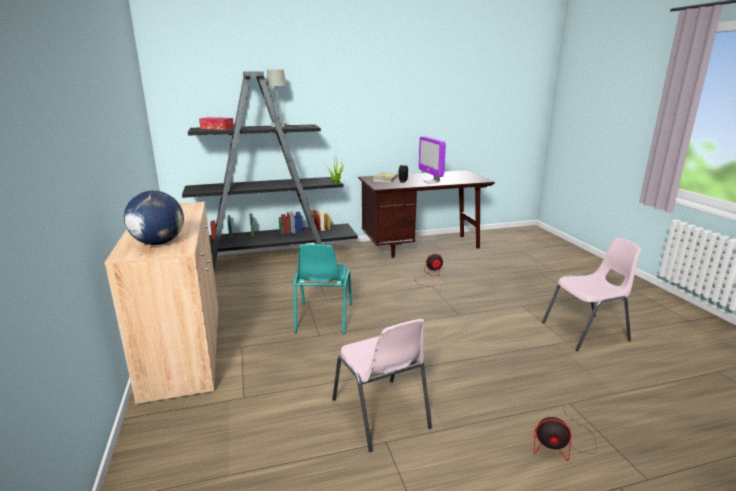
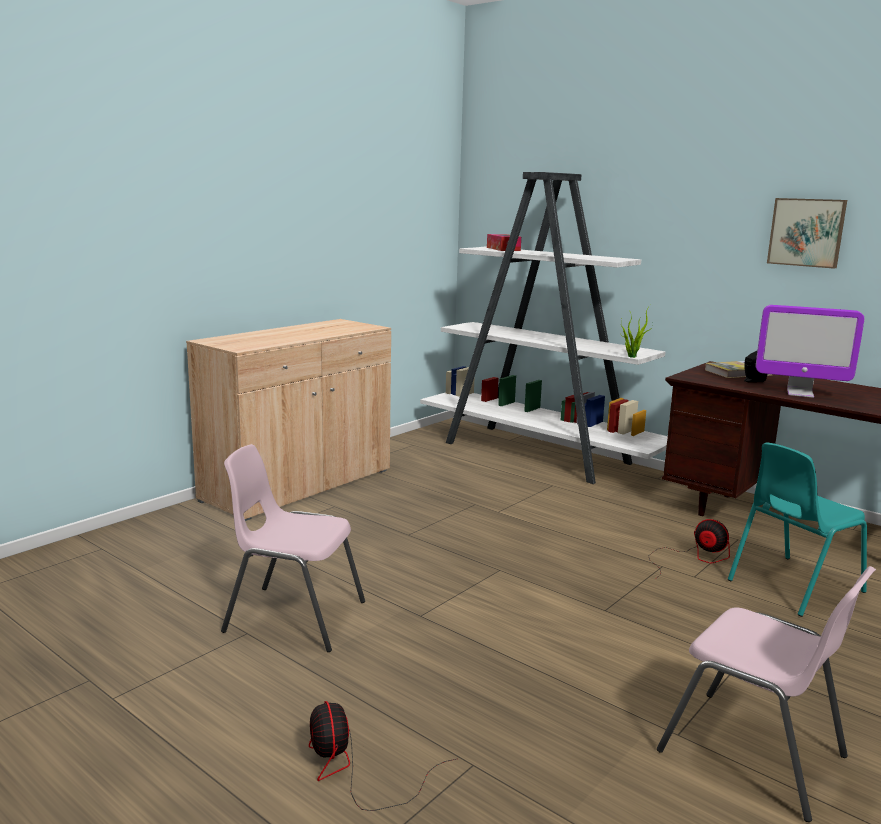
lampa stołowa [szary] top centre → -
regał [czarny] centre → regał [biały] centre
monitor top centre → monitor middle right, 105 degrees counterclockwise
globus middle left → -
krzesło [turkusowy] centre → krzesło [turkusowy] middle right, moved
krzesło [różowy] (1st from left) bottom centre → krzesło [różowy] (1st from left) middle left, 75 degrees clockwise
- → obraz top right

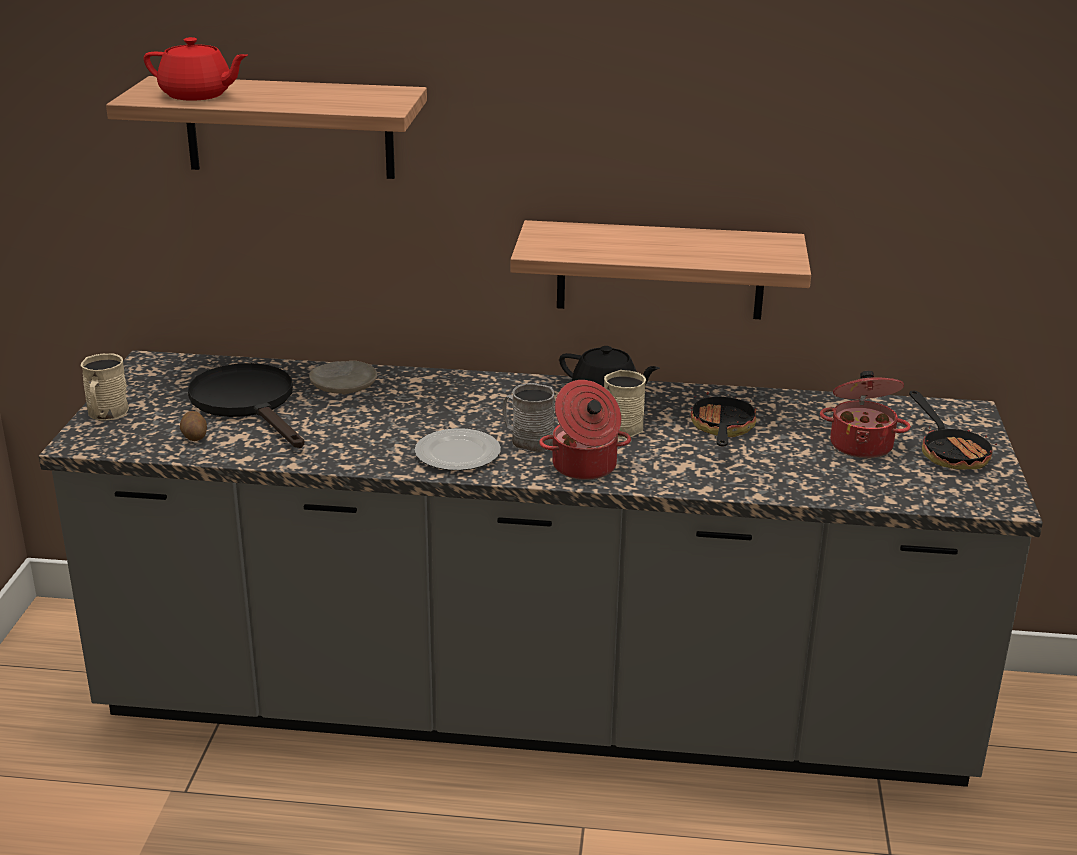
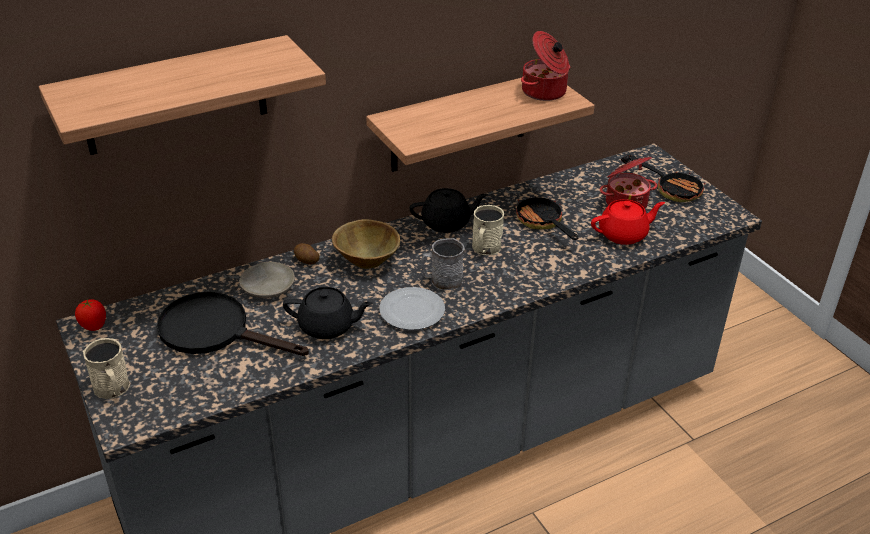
imbryk [czerwony] top left → imbryk [czerwony] middle right, moved
garnek (1st from left) centre → garnek (1st from left) top centre, moved
ziemniak middle left → ziemniak centre, moved
- → miska [brązowy] centre
- → imbryk [czarny] (1st from left) centre
- → pomidor middle left

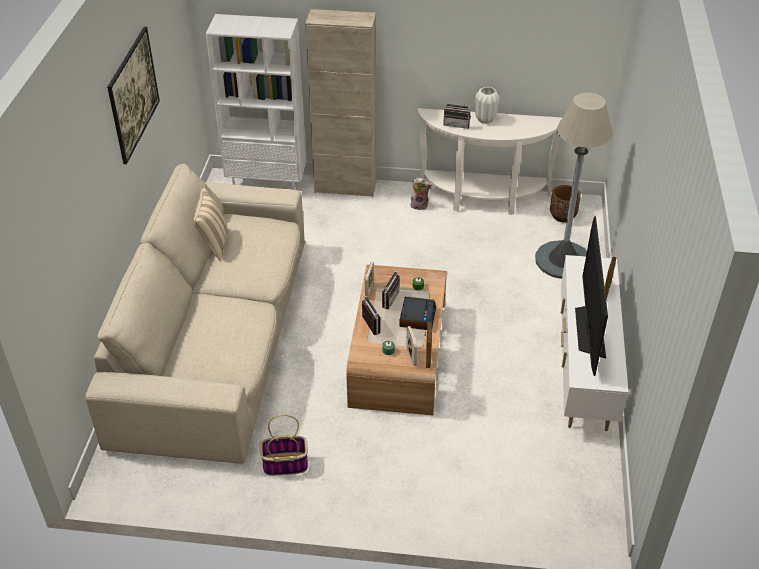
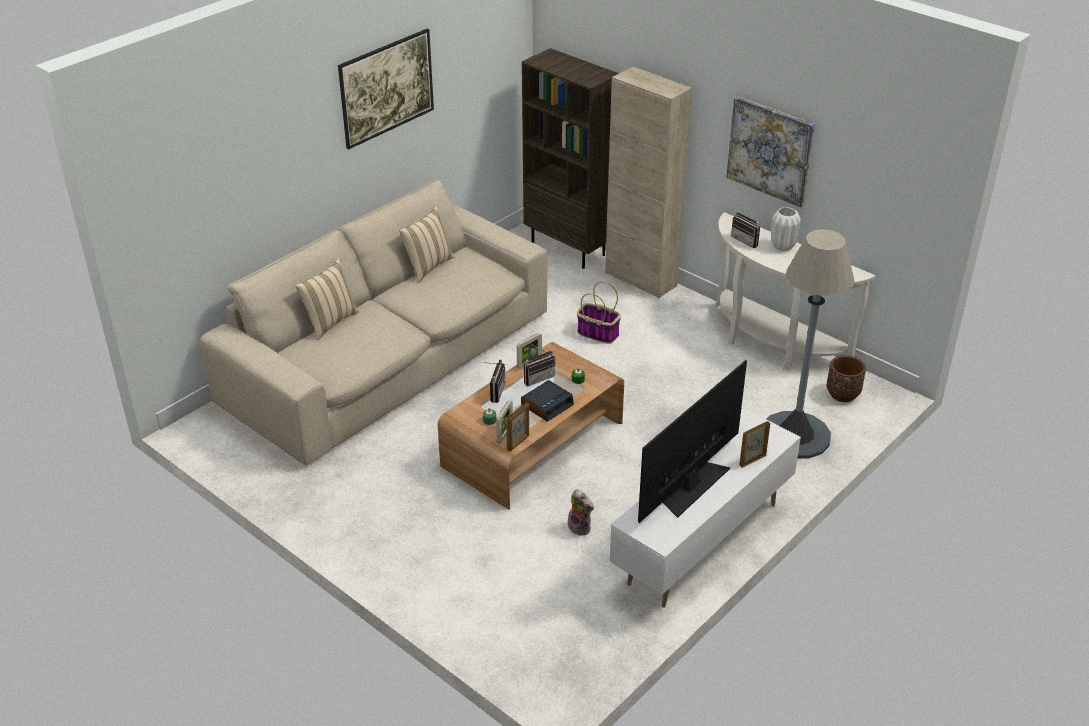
regał [biały] top centre → regał [brązowy] top centre
pluszak centre → pluszak bottom centre, moved
koszyk bottom centre → koszyk centre, moved
- → obraz (2nd from left) top right
- → poduszka [beżowy] (1st from left) middle left

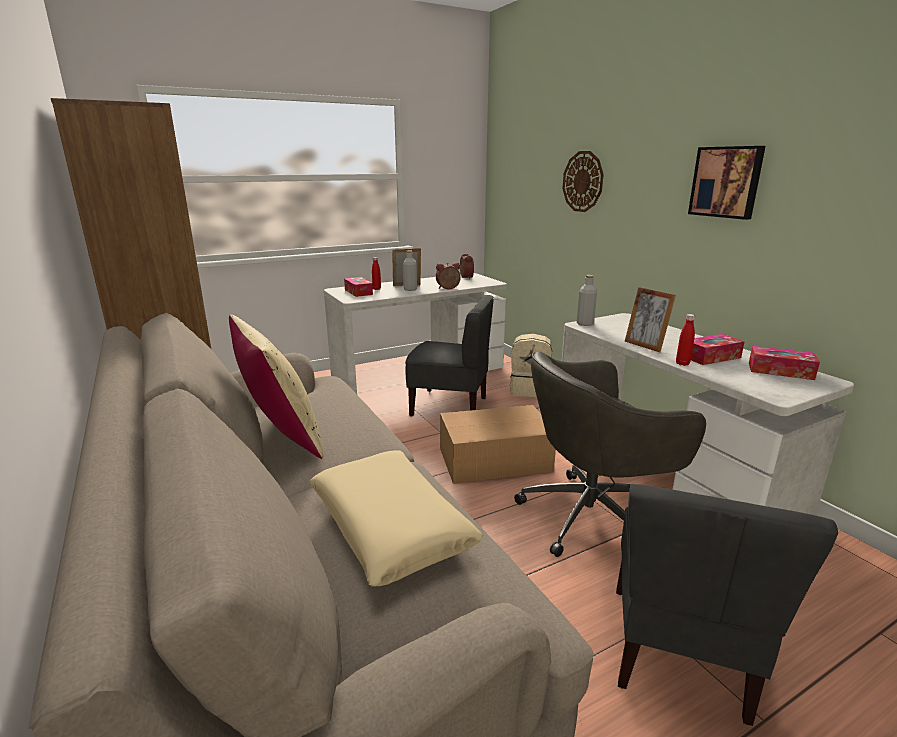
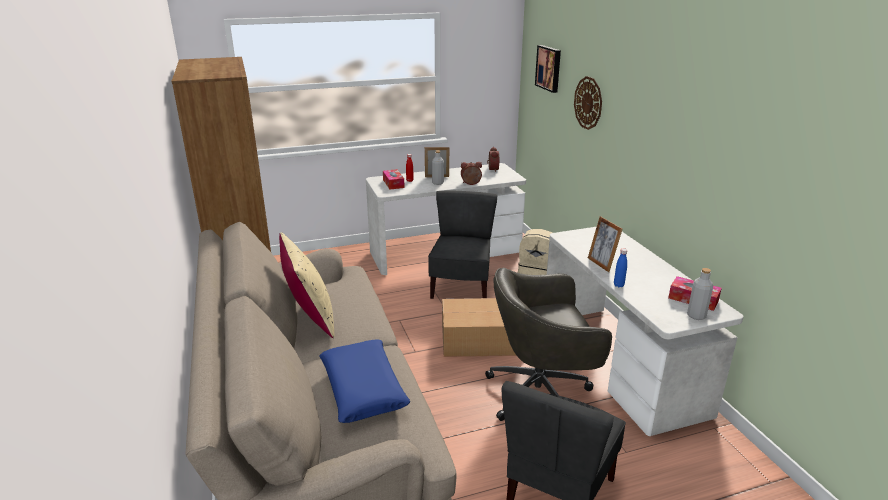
obraz top right → obraz top centre, moved
butelka [szary] (2nd from left) centre → butelka [szary] (2nd from left) middle right, moved
krzesło [szary] (1st from left) centre, 105 degrees counterclockwise
butelka [czerwony] (2nd from left) middle right → butelka [niebieski] middle right
pudełko chusteczek (2nd from left) middle right → -
poduszka [beżowy] (2nd from left) bottom centre → poduszka [niebieski] bottom centre

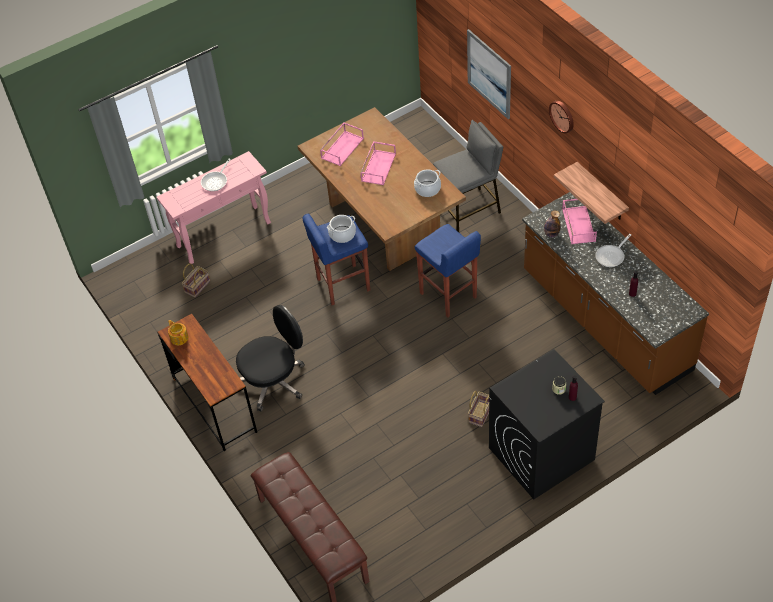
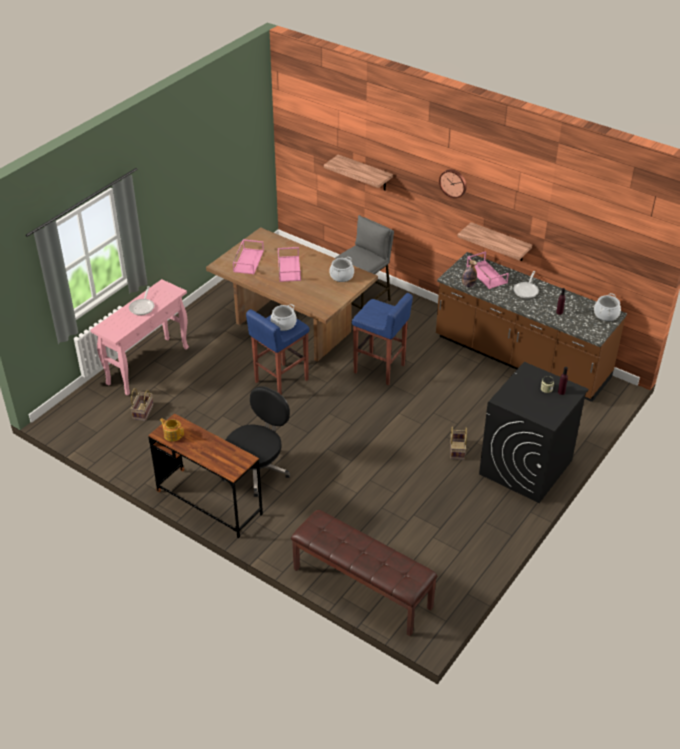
obraz top centre → półka (1st from left) top centre
- → garnek (3rd from left) middle right

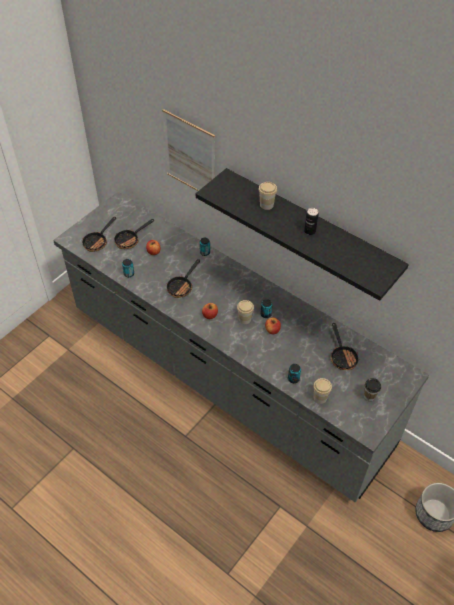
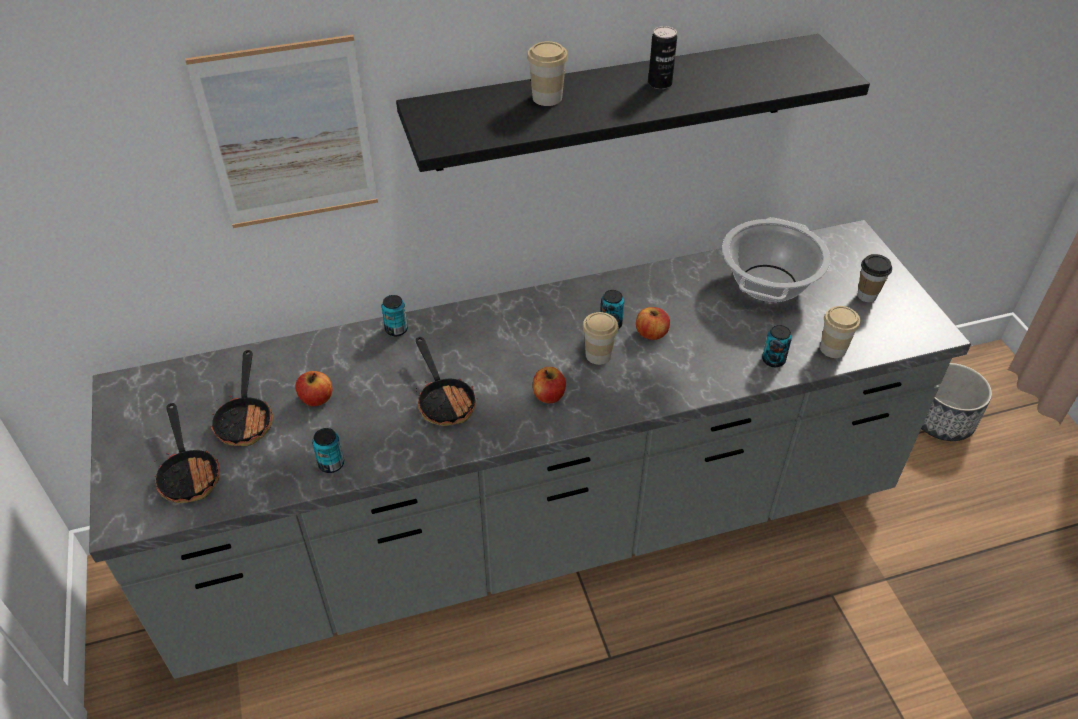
patelnia (4th from left) middle right → garnek middle right

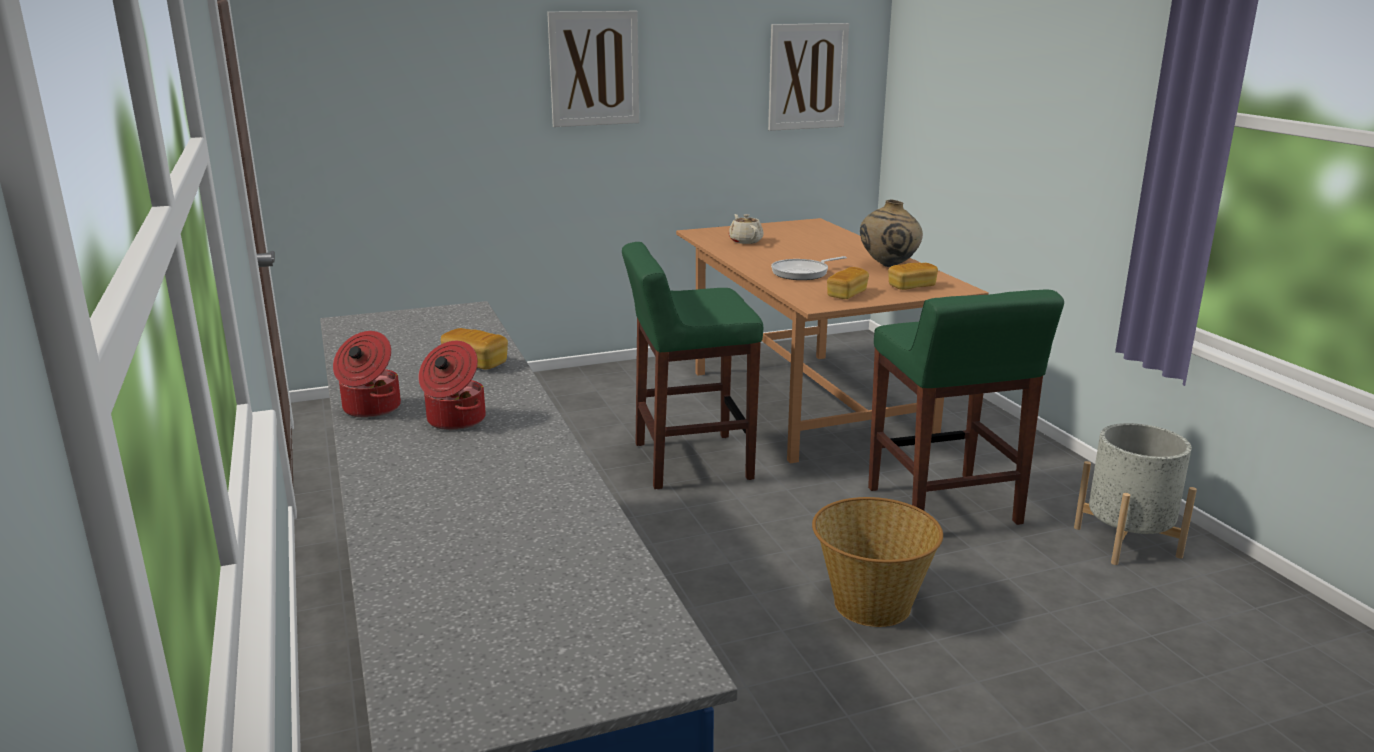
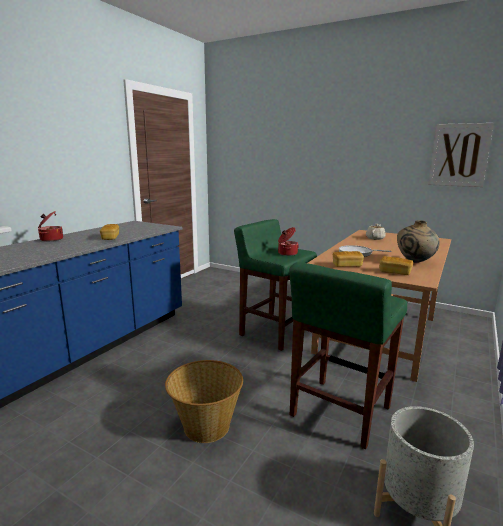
obraz (1st from left) top centre → -
garnek (2nd from left) middle left → garnek (2nd from left) centre, moved

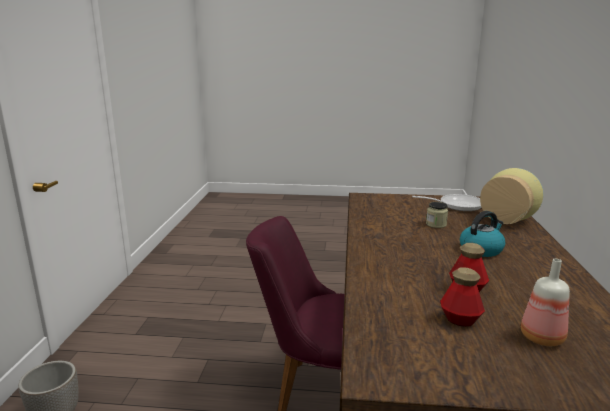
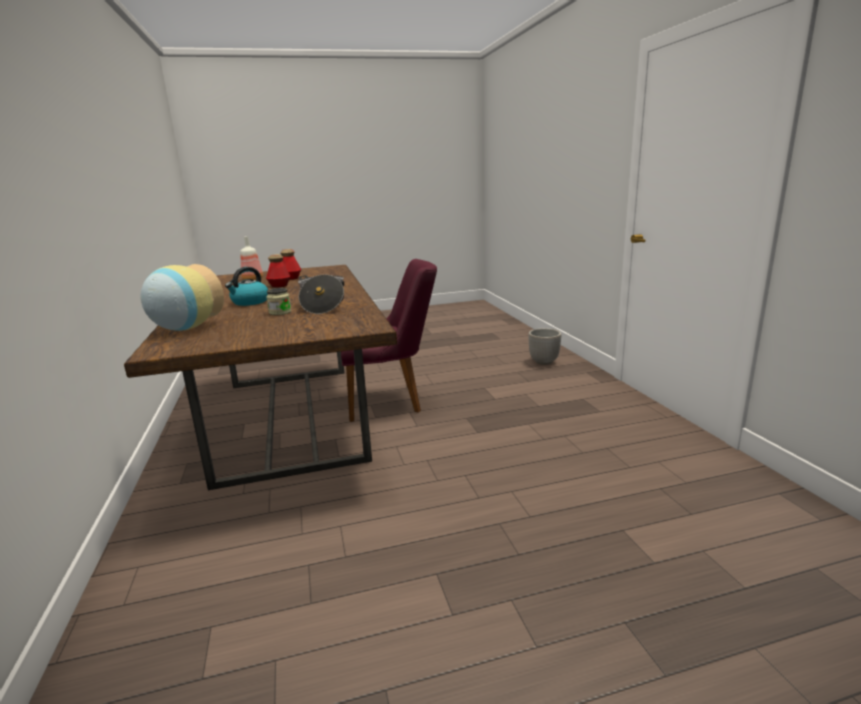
patelnia middle right → -
- → garnek centre

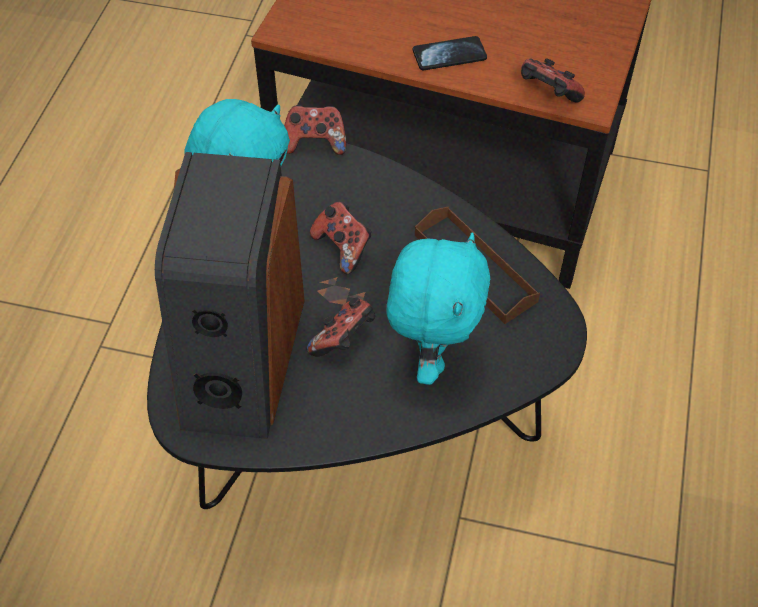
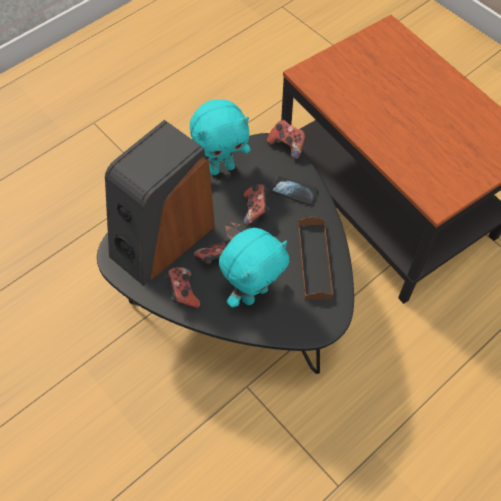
telefon top centre → telefon centre, moved
pad do gier (4th from left in the first image) top right → pad do gier (1st from left) centre, moved

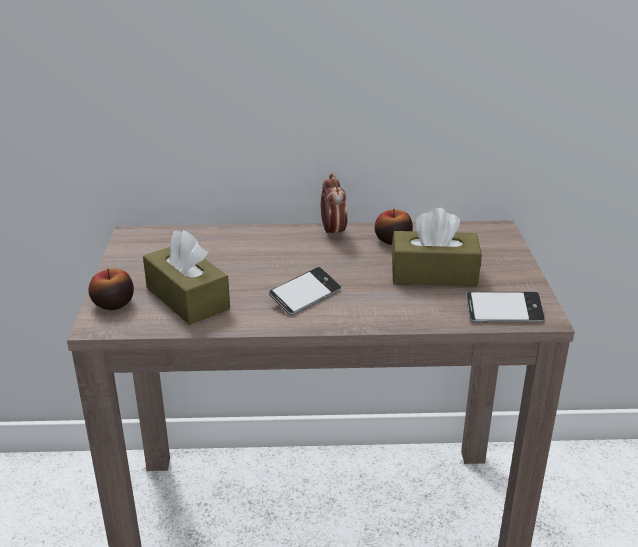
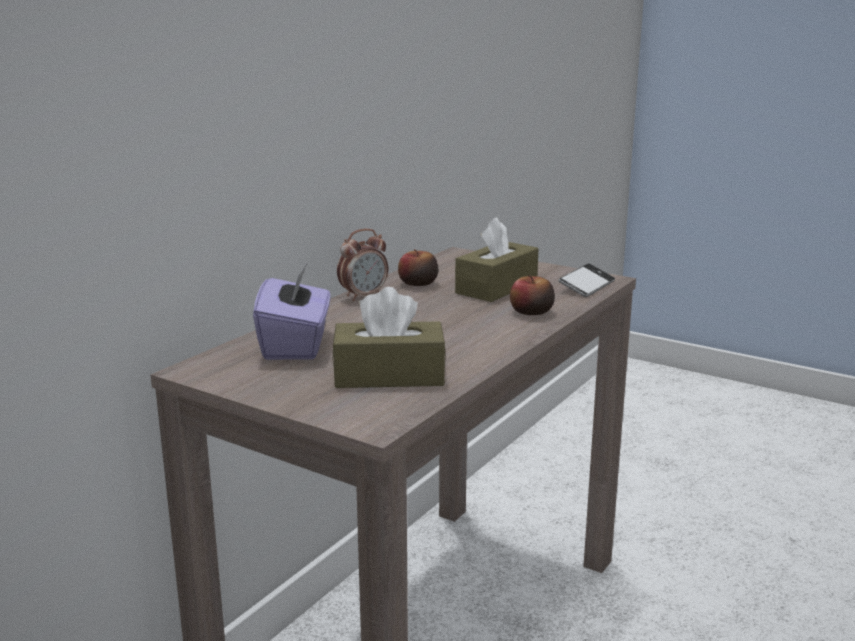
budzik centre, 120 degrees clockwise
telefon (1st from left) centre → -
jabłko (1st from left in the first image) middle left → jabłko (2nd from left) centre, moved
- → pudełko chusteczek [fioletowy] centre

